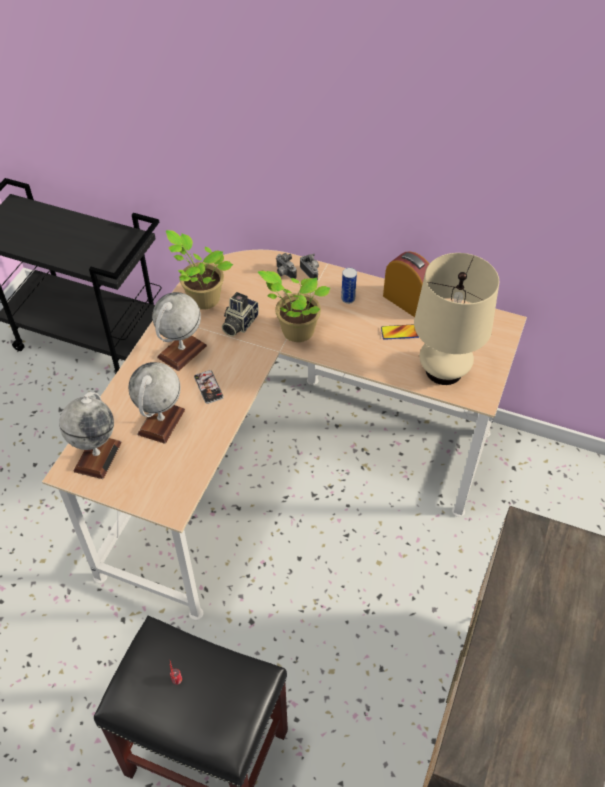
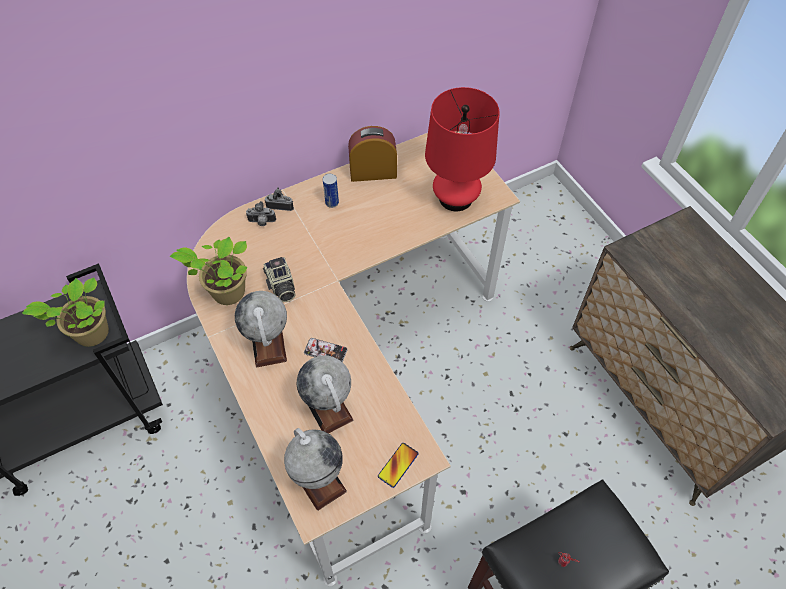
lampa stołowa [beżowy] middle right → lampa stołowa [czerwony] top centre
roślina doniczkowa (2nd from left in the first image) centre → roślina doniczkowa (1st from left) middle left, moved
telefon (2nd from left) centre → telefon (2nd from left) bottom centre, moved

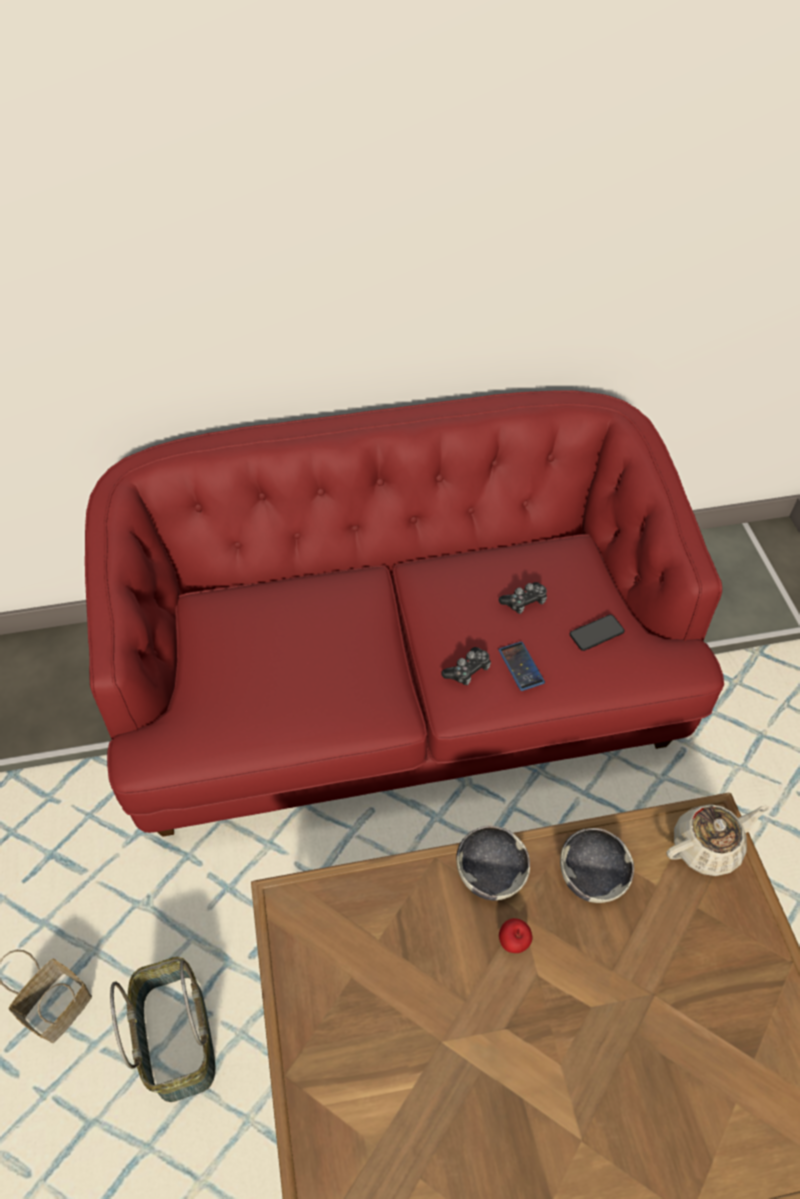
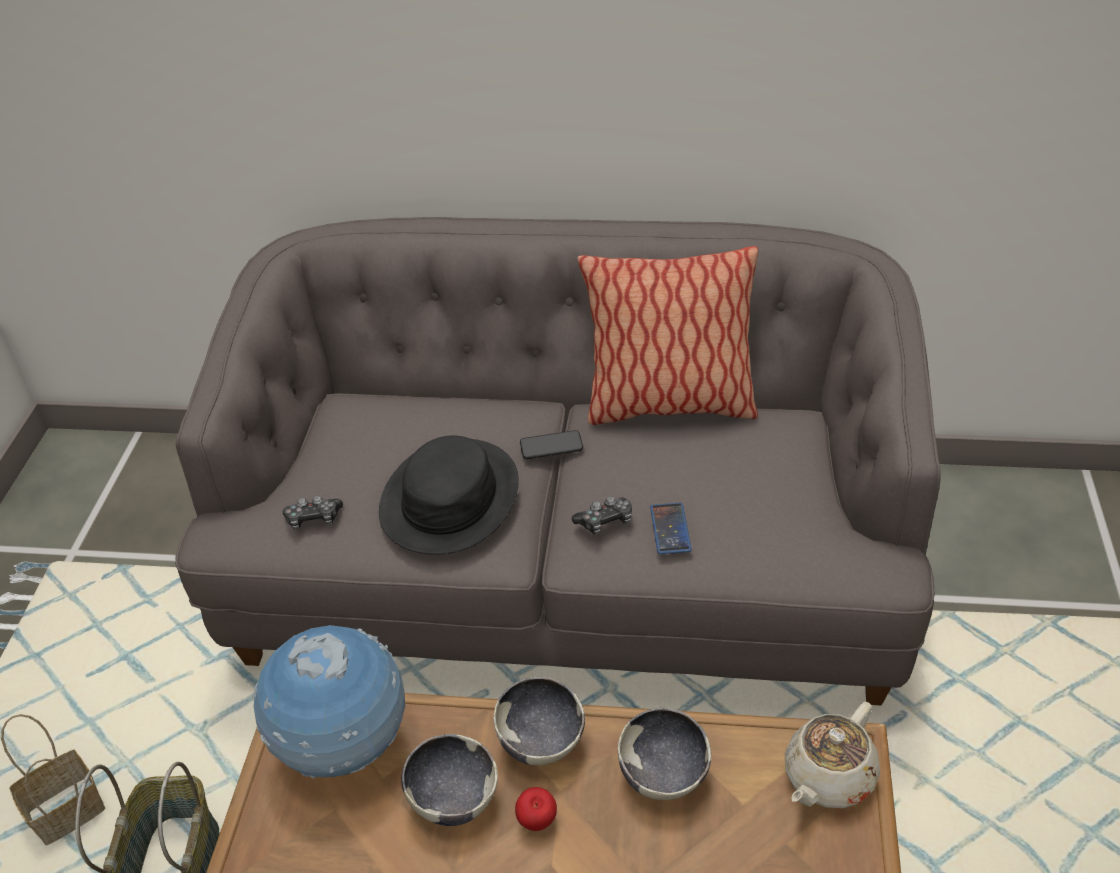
kanapa [czerwony] centre → kanapa [szary] centre
pad do gier (2nd from left in the first image) centre → pad do gier (1st from left) middle left, moved
telefon (2nd from left in the first image) middle right → telefon (1st from left) centre, moved
imbryk [beżowy] bottom right, 135 degrees clockwise
- → poduszka centre
- → kapelusz [czarny] centre
- → globus bottom left
- → miska (1st from left) bottom centre

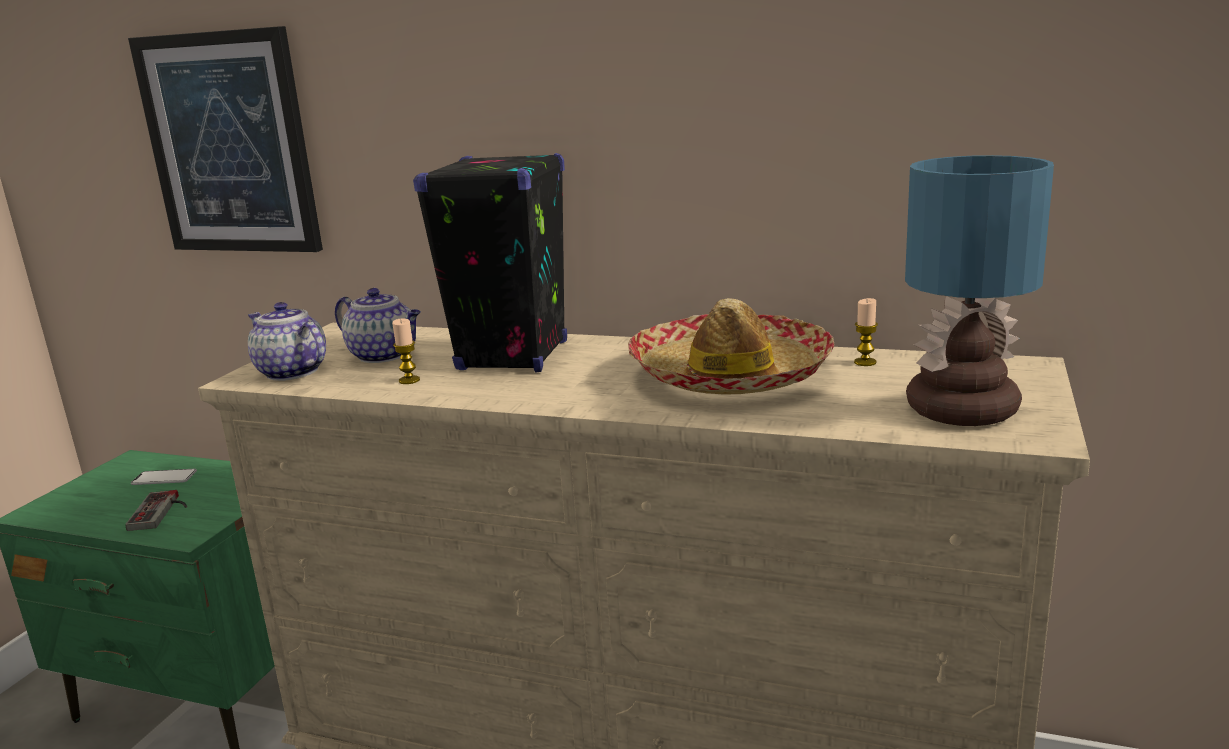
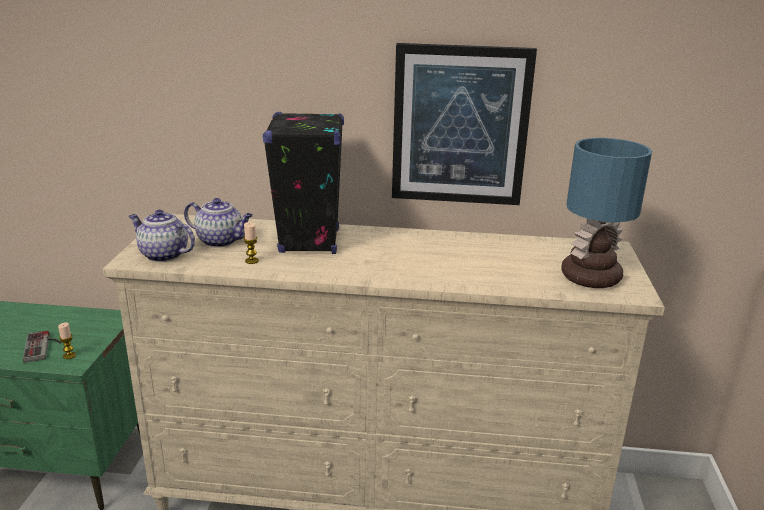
obraz top left → obraz top centre, moved
kapelusz centre → -
świeca (2nd from left in the first image) middle right → świeca (1st from left) bottom left, moved
telefon middle left → -

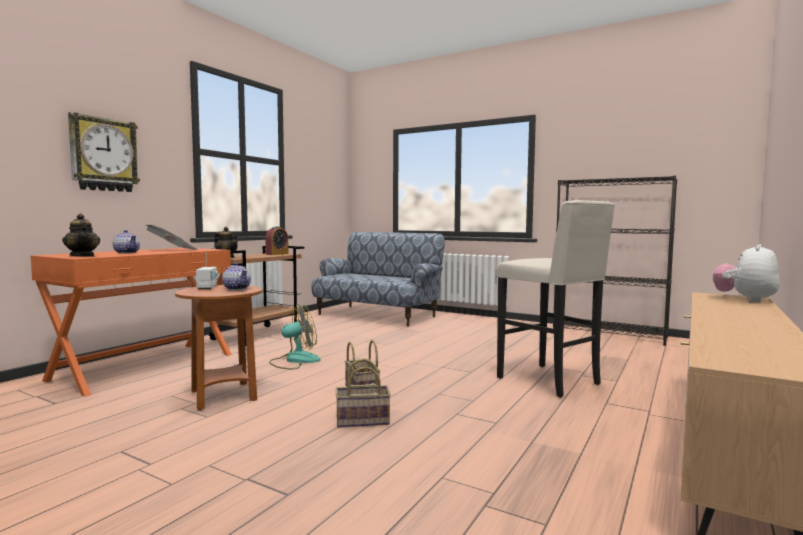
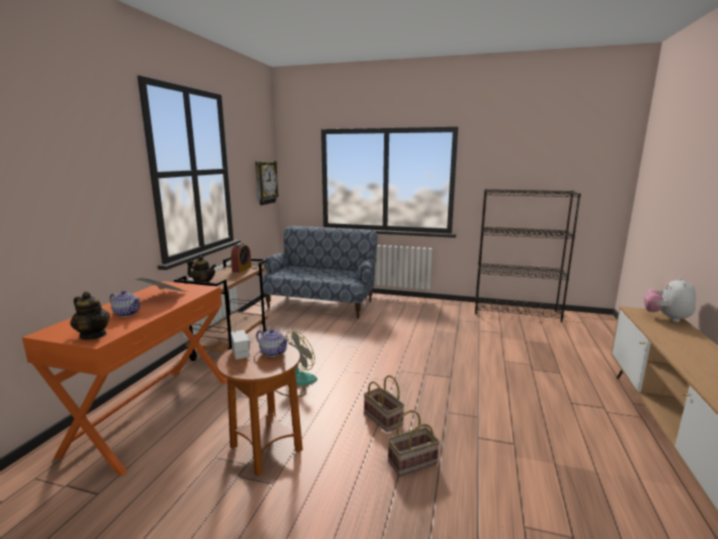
zegar ścienny top left → zegar ścienny centre, moved
stołek [beżowy] middle right → -

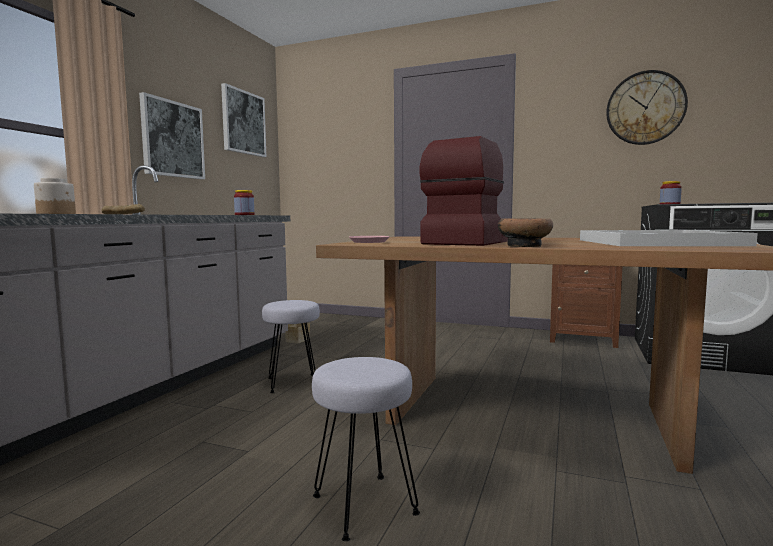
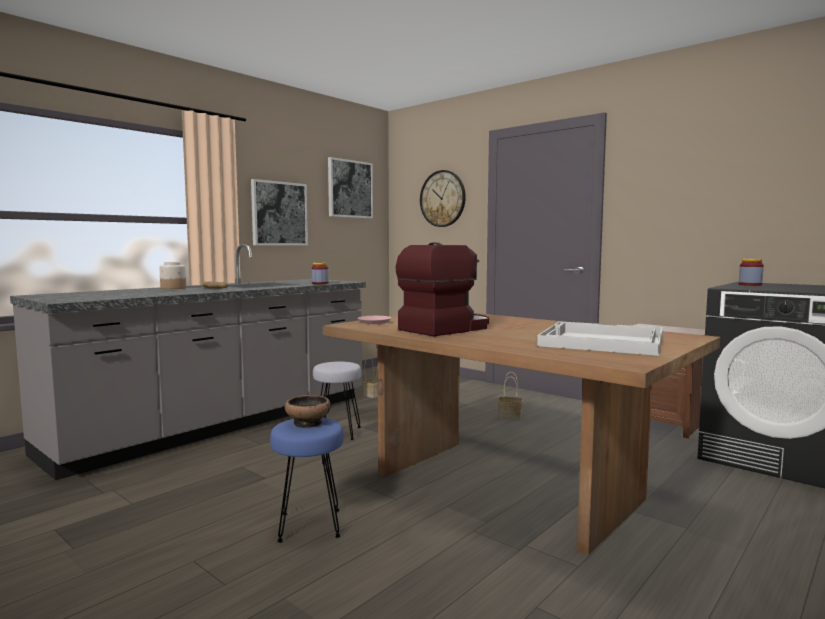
zegar ścienny top right → zegar ścienny top centre, moved
miska middle right → miska centre, moved
stołek [szary] (2nd from left) bottom centre → stołek [niebieski] bottom centre
- → koszyk (2nd from left) centre

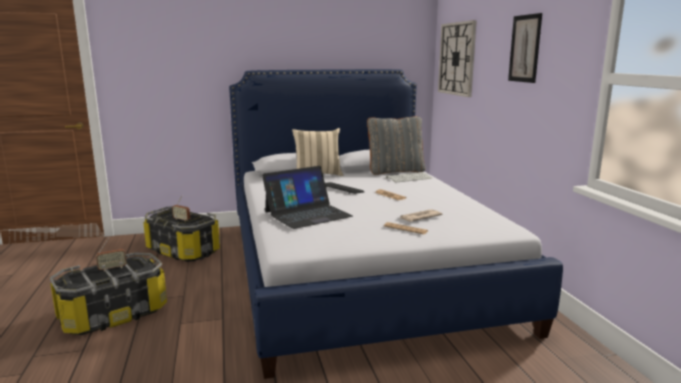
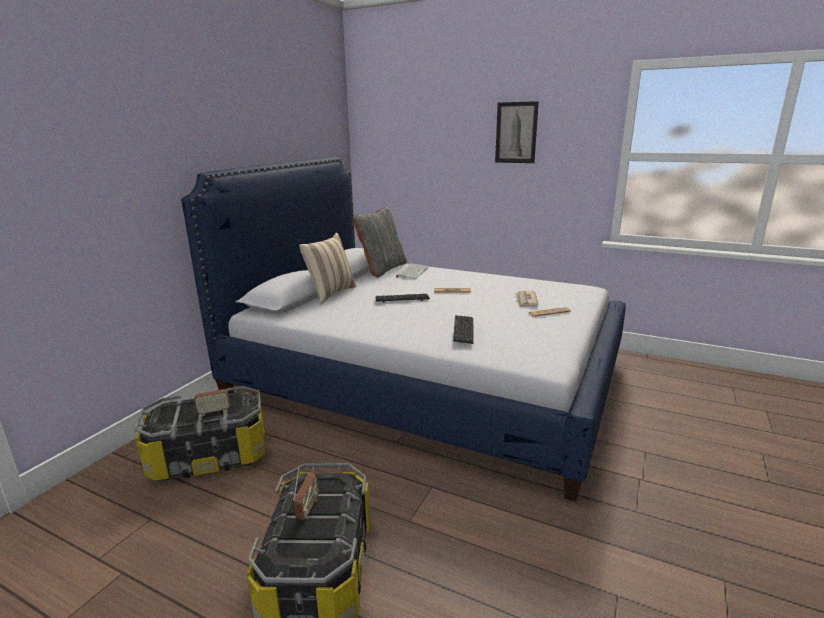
zegar ścienny top right → -
laptop centre → klawiatura (3rd from left) centre

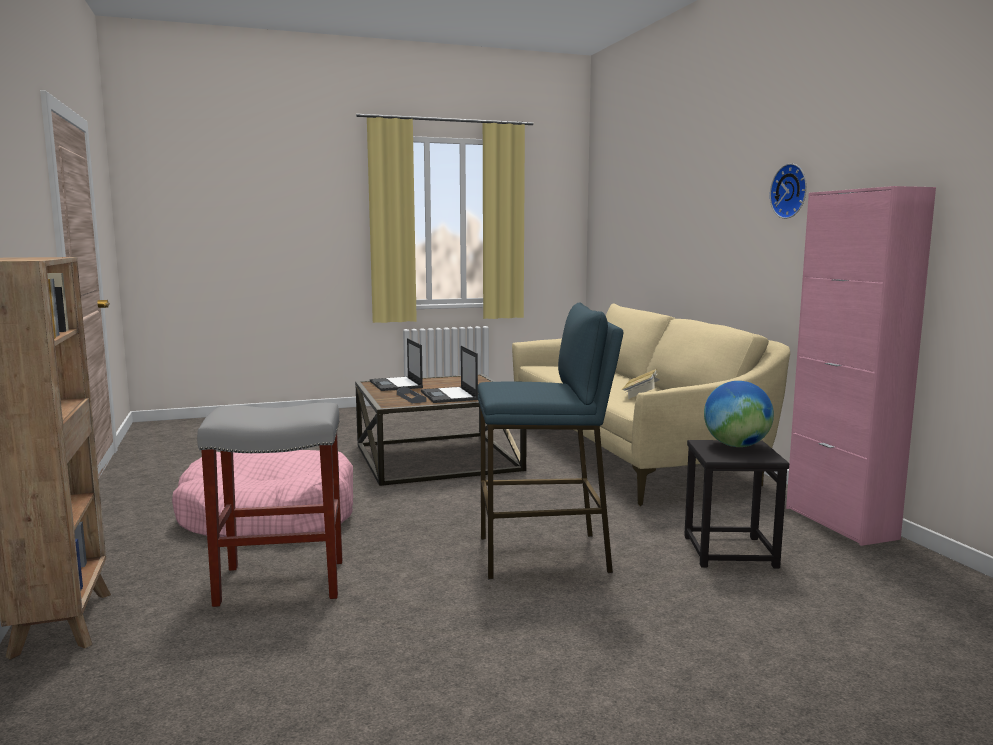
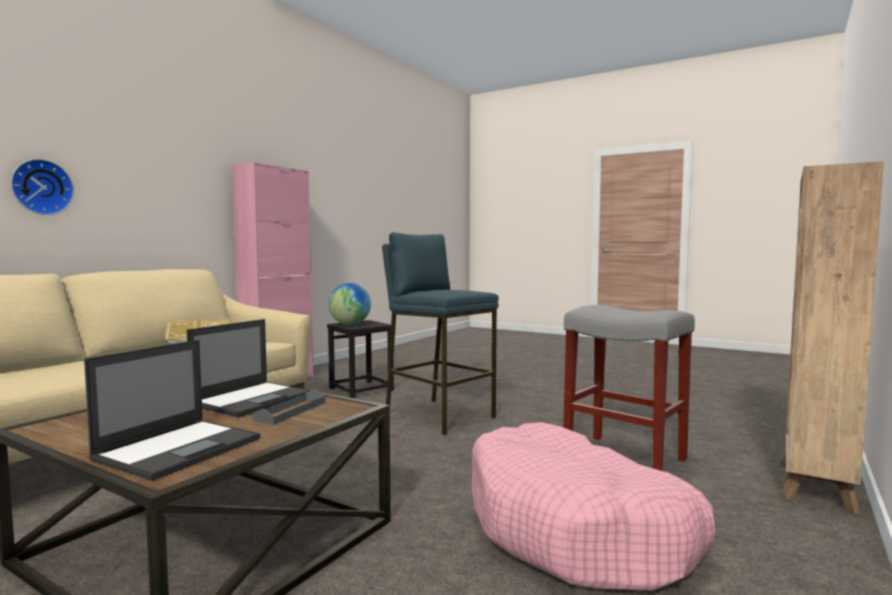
zegar ścienny top right → zegar ścienny top left, moved

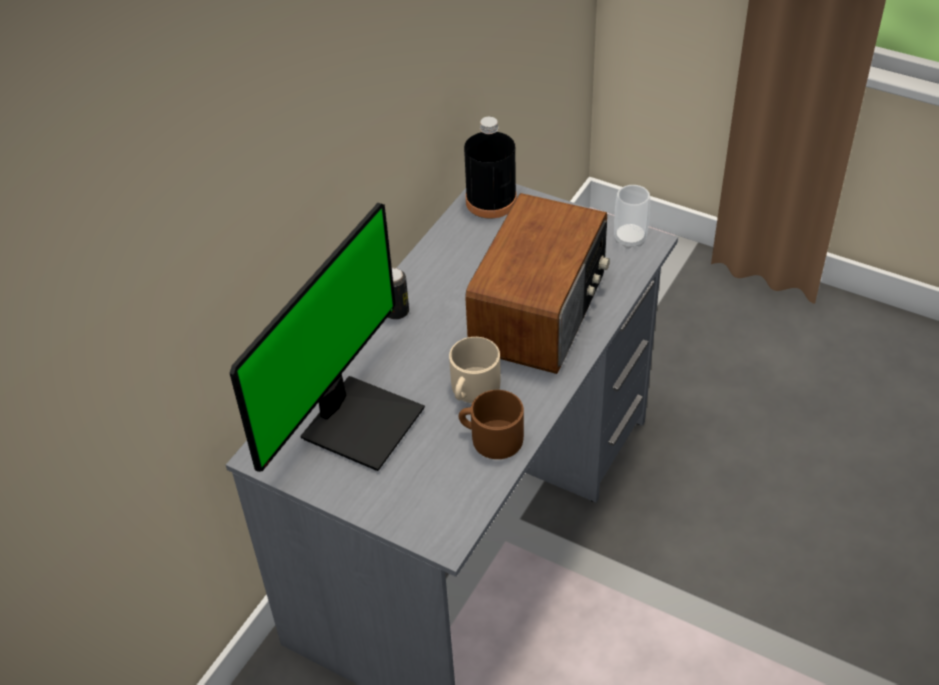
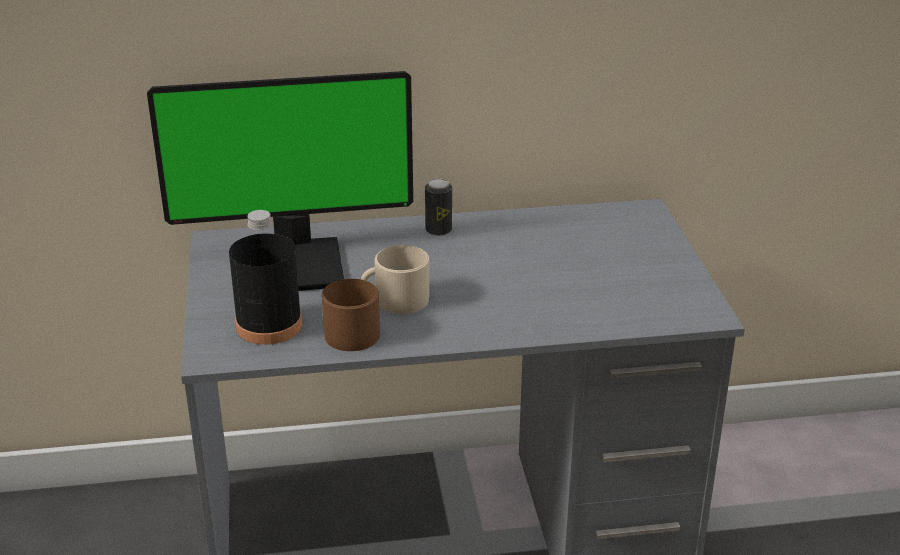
butelka [czarny] top centre → butelka [czarny] middle left, moved
filiżanka top right → -
radio centre → -

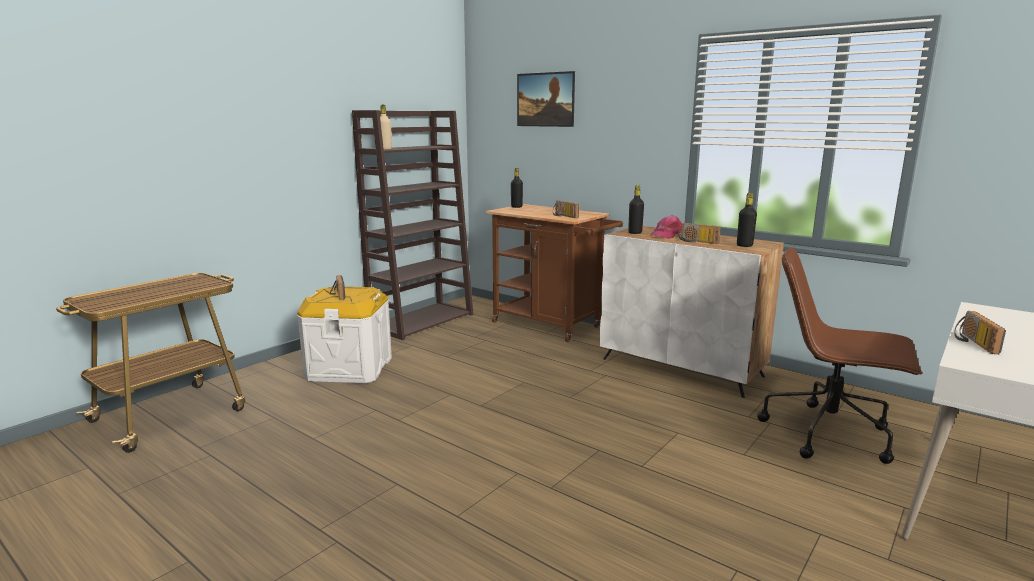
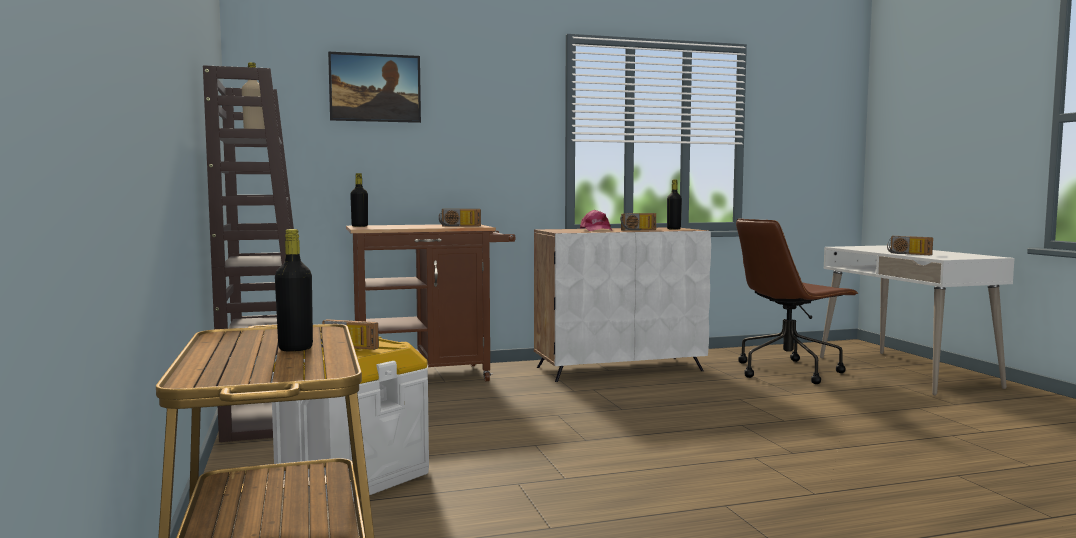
butelka [czarny] (2nd from left in the first image) centre → butelka [czarny] (1st from left) middle left, moved

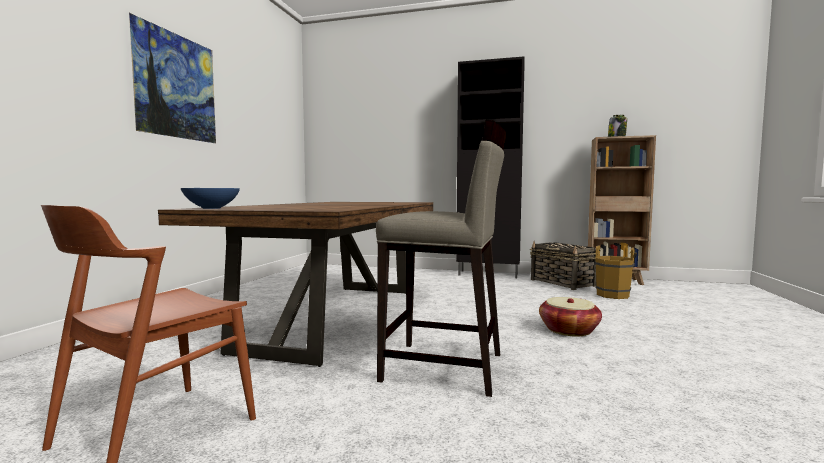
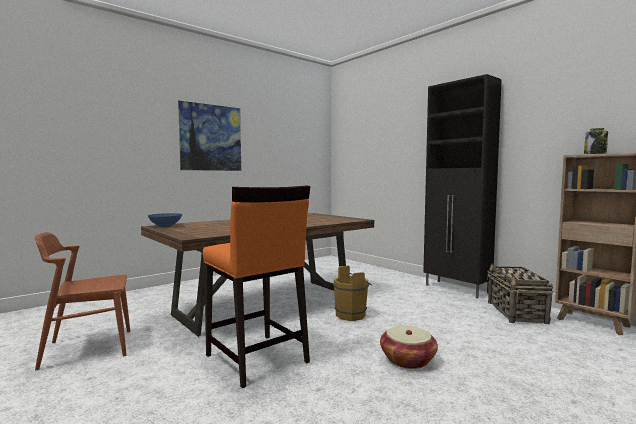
stołek [beżowy] centre → stołek [pomarańczowy] bottom centre
wiadro [brązowy] middle right → wiadro [brązowy] bottom centre, moved

